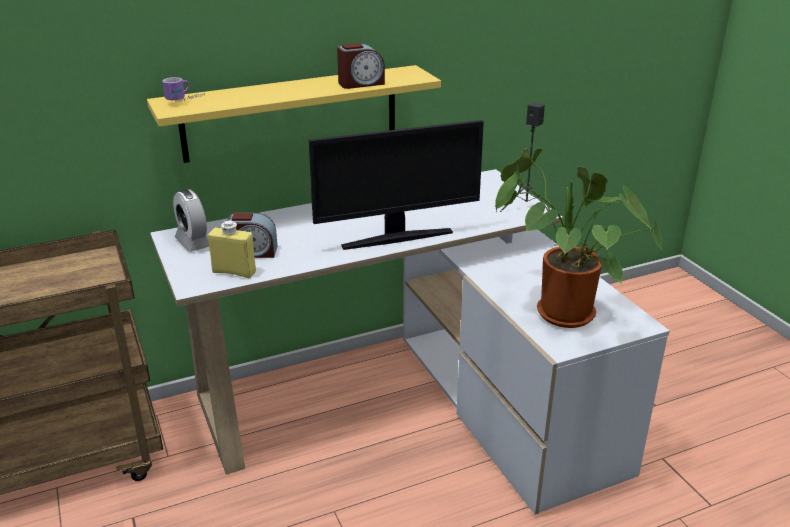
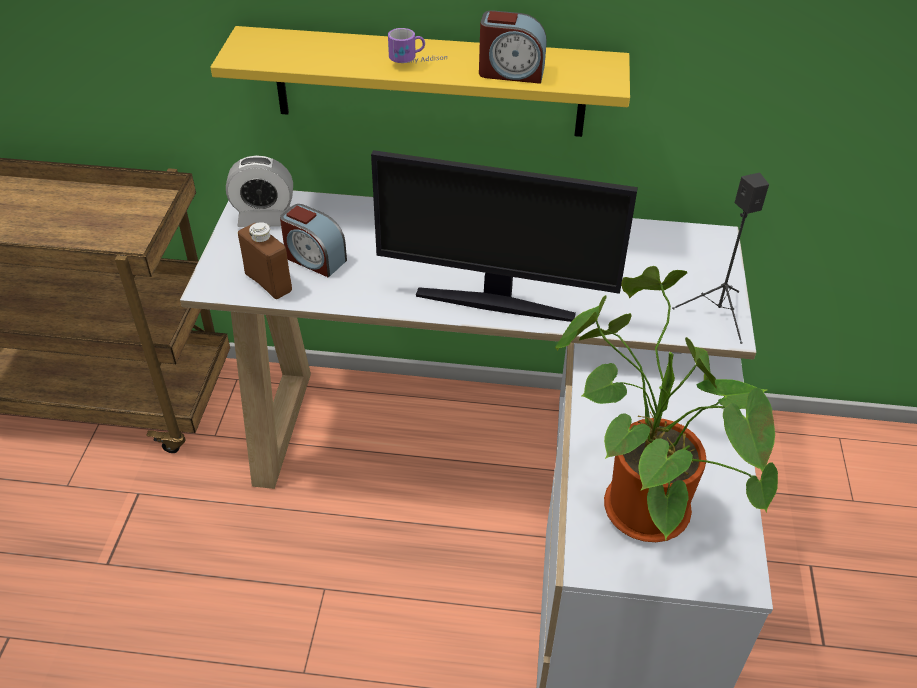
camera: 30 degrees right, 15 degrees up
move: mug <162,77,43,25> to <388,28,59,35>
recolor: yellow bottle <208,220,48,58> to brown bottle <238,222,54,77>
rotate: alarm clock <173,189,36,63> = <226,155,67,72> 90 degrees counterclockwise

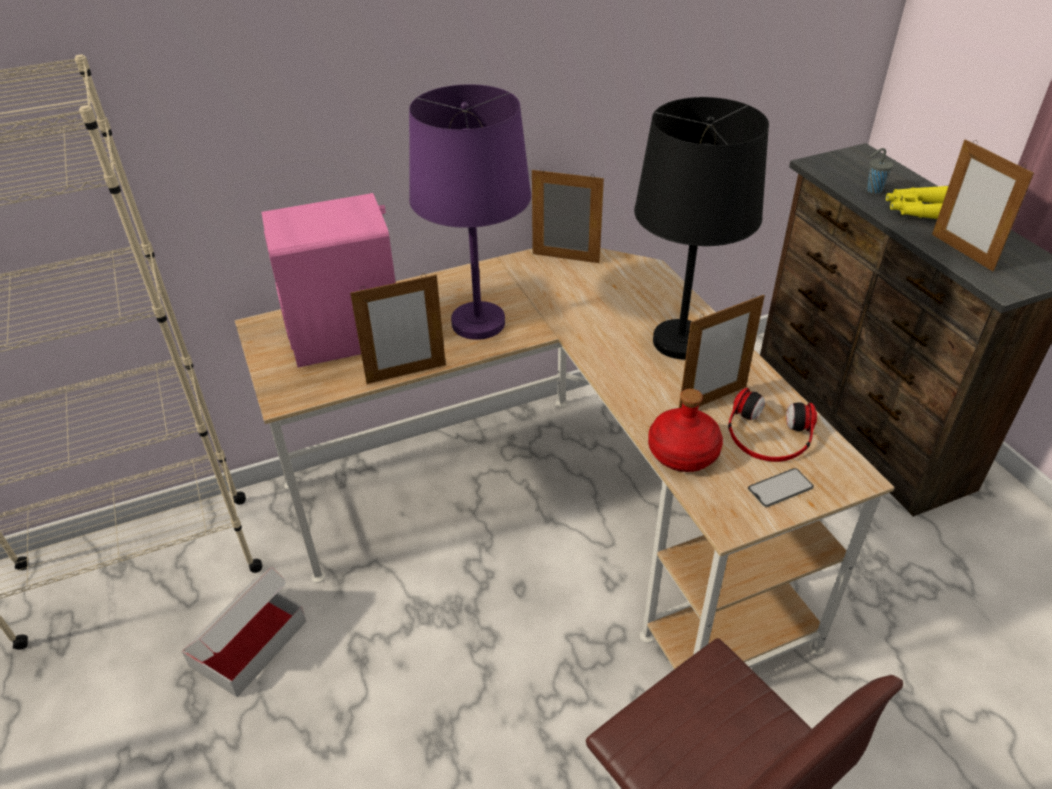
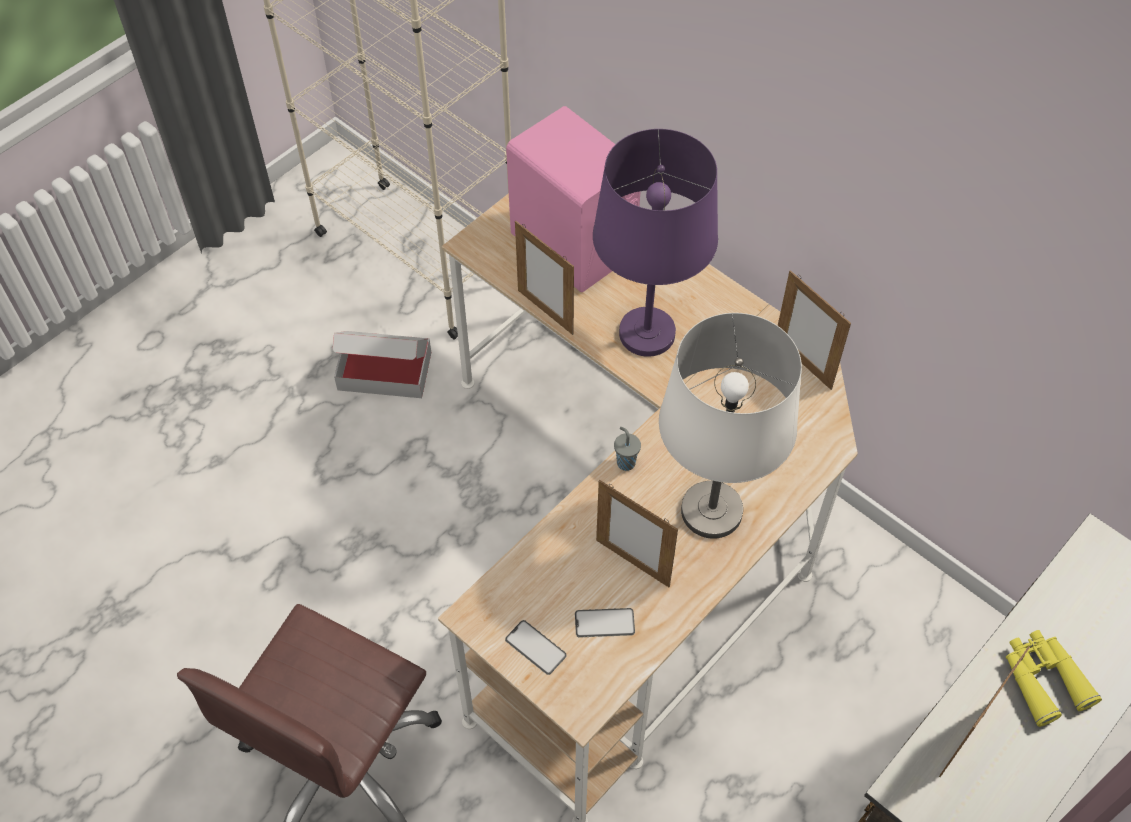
camera: 65 degrees right, 15 degrees up
delete: red bottle <648,389,75,83>
move: grey cup <867,148,26,46> to <614,427,27,44>
replace: headphones <728,388,89,74> to phone <575,608,60,30>
recolor: black table lamp <634,97,135,262> to white table lamp <659,313,143,226>
rotate: picture frame <532,168,72,95> = <778,270,73,120> 150 degrees clockwise

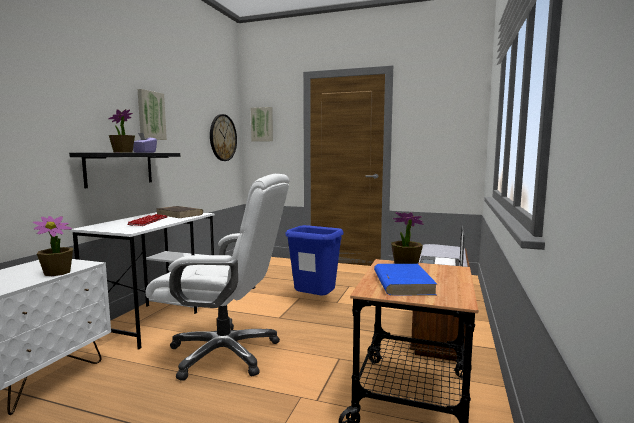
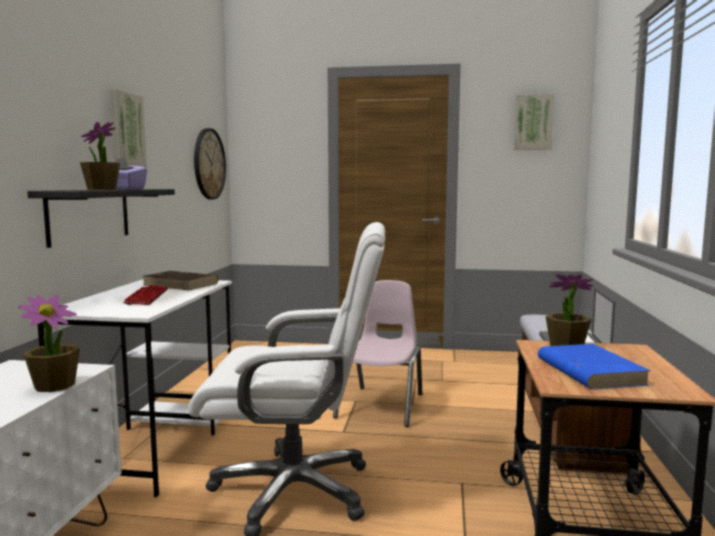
camera: 10 degrees left, 0 degrees up
move: picture <251,107,22,35> to <514,94,40,56>
replace: blue trash can <285,225,58,70> to pink chair <333,280,89,147>

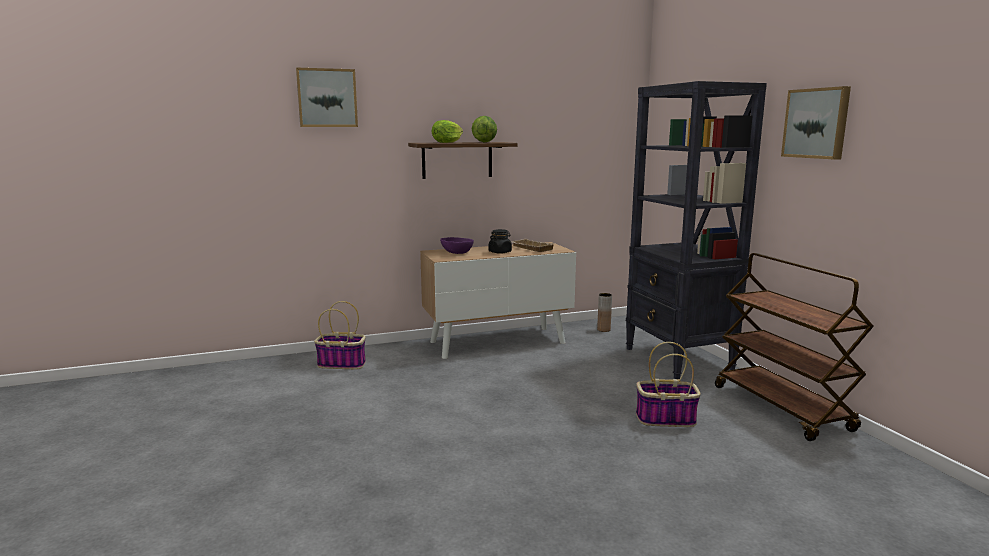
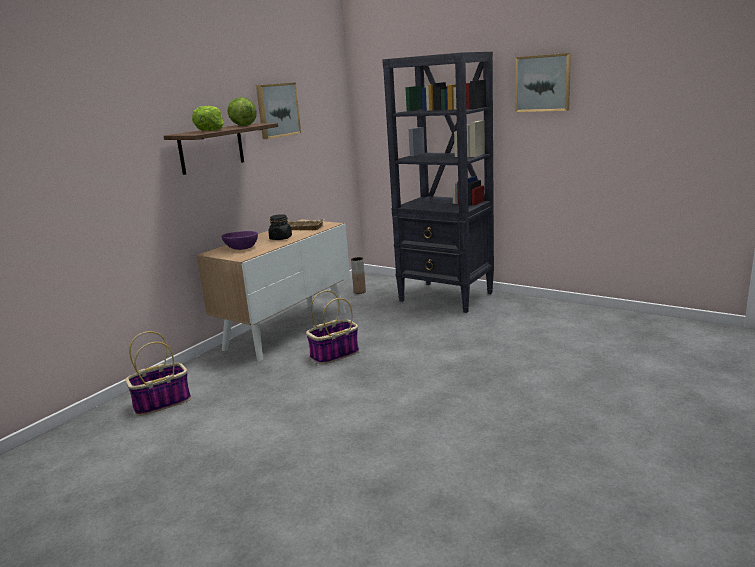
camera: 35 degrees left, 5 degrees up
delete: brown cart <715,253,159,188>
move: picture <296,67,62,60> to <256,82,45,57>; basket <636,342,65,85> to <306,290,53,74>

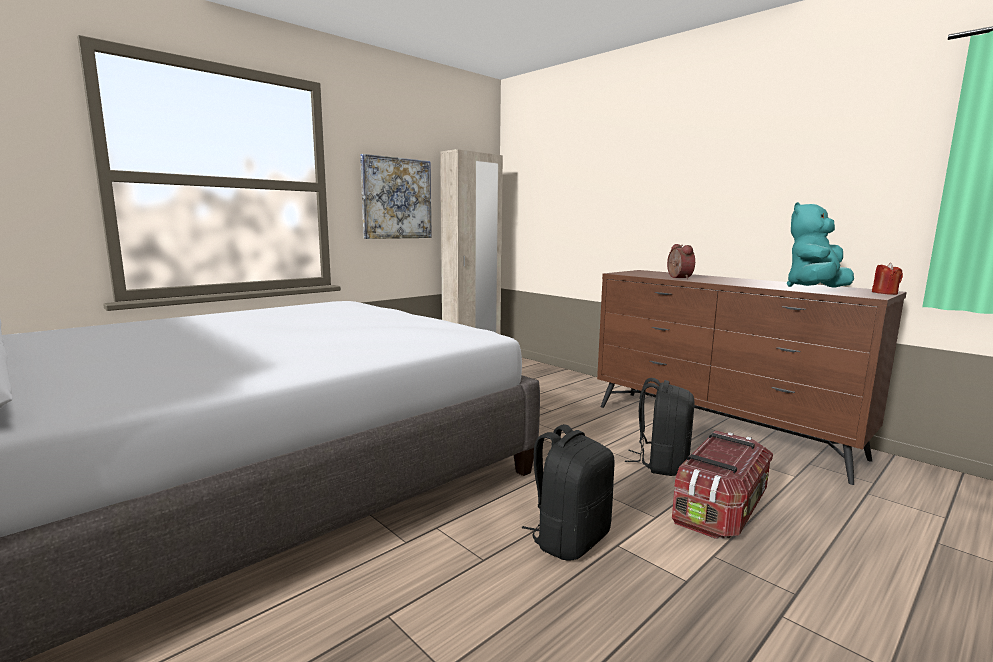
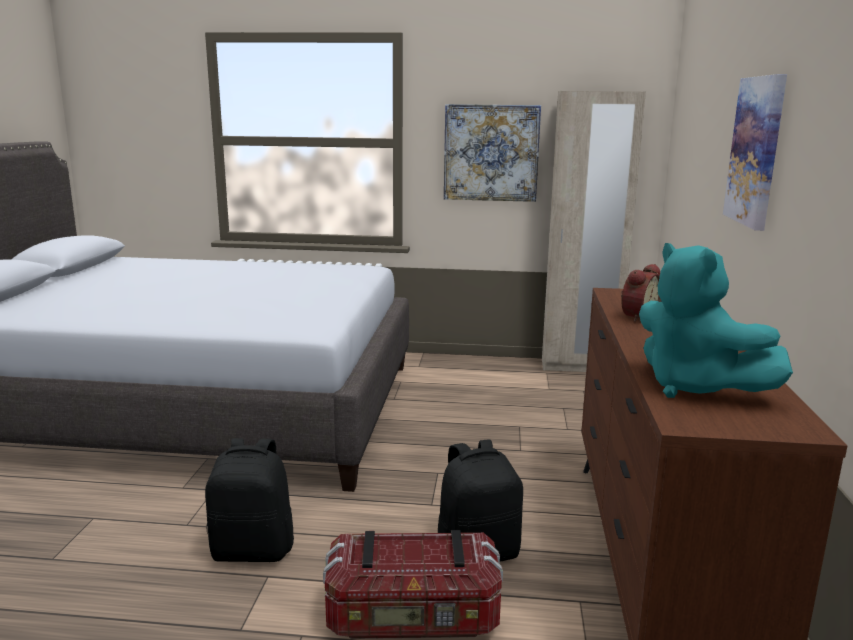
camera: 50 degrees right, 5 degrees up
delete: red candle <872,263,31,32>
insert: picture <723,74,64,157>
rotate: turquoise plush toy <787,202,67,86> = <639,243,154,155> 135 degrees counterclockwise

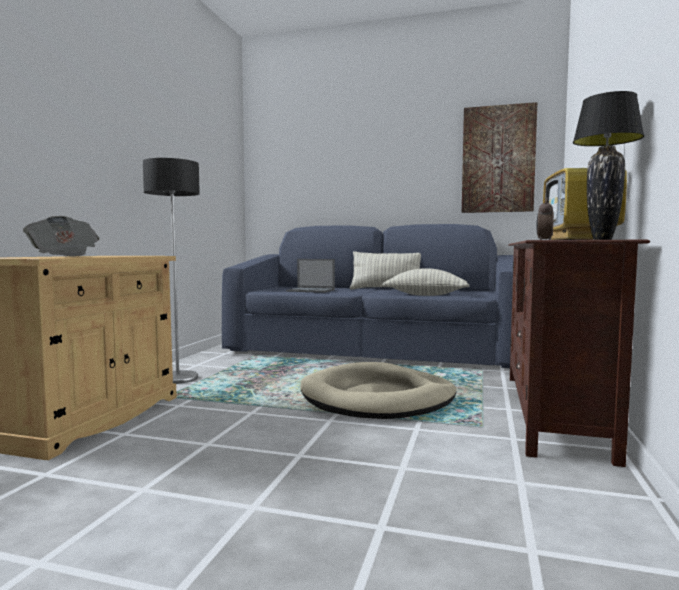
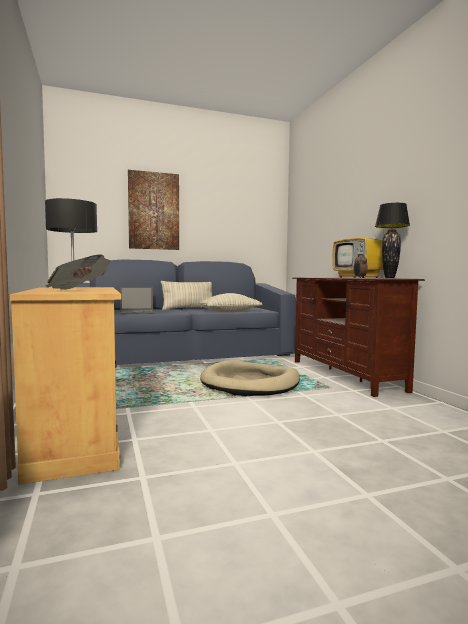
camera: 35 degrees left, 0 degrees up
move: picture <462,102,75,111> to <128,170,51,80>

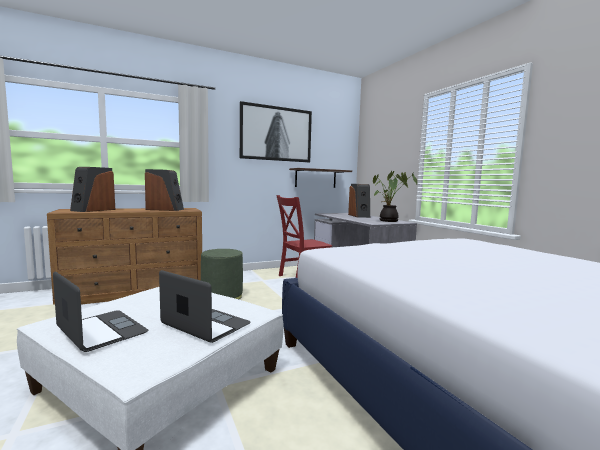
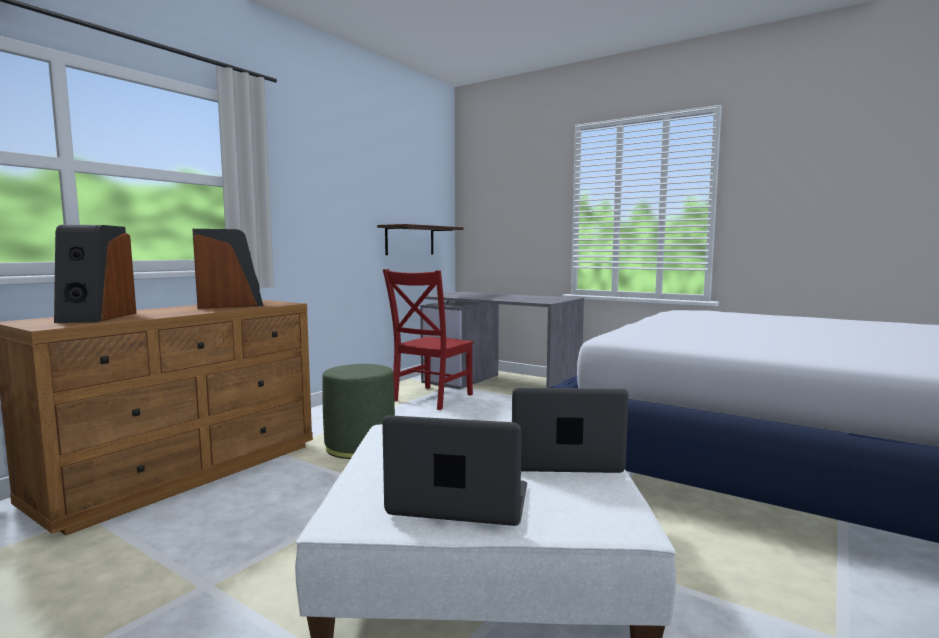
camera: 30 degrees left, 0 degrees up
delete: picture <240,101,72,61>; speaker <348,184,22,34>; potted plant <373,171,44,51>

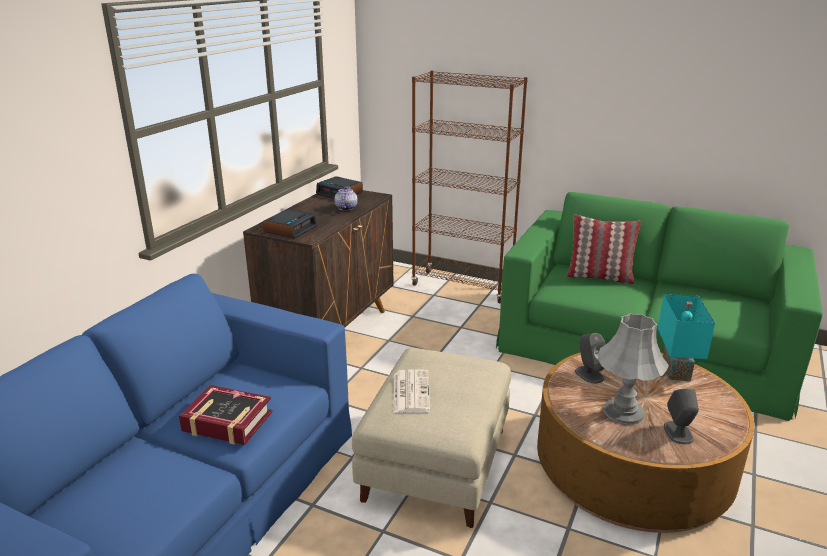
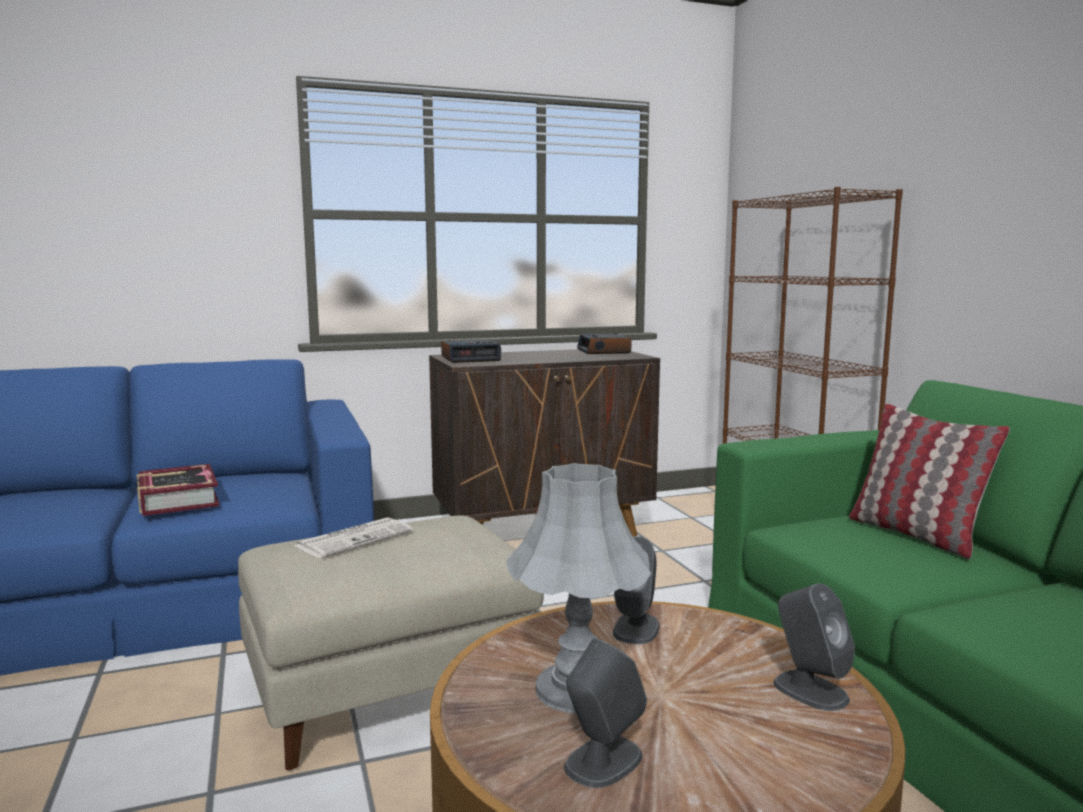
camera: 45 degrees right, 15 degrees down
delete: teapot <335,186,23,25>
replace: turquoise table lamp <658,294,57,87> to grey speaker <773,583,82,128>

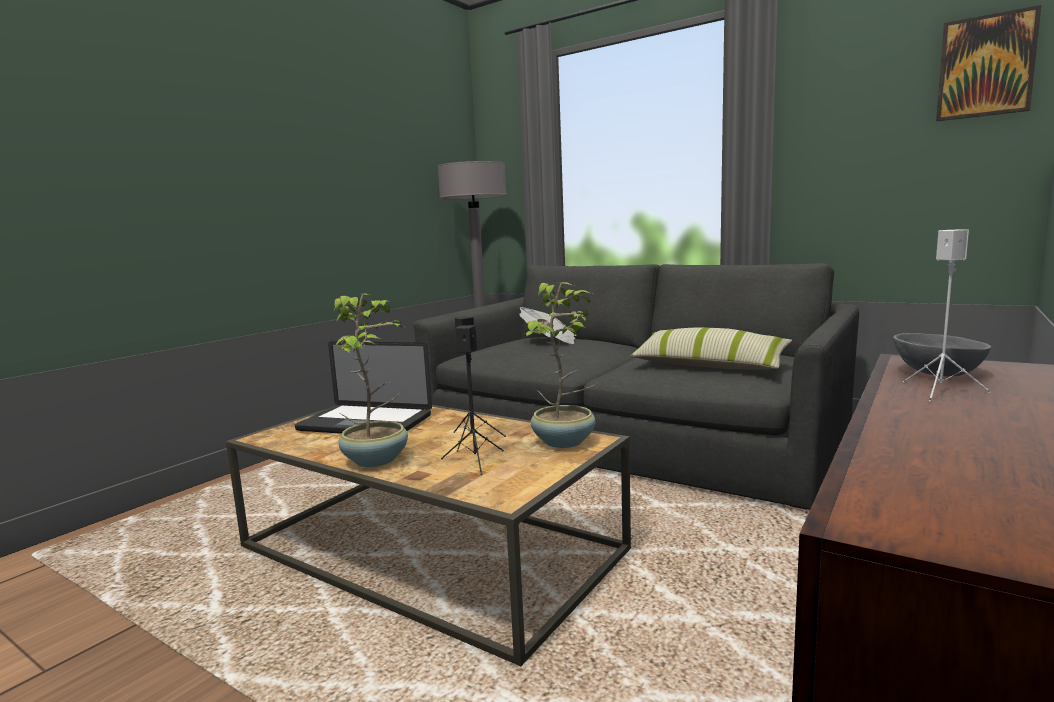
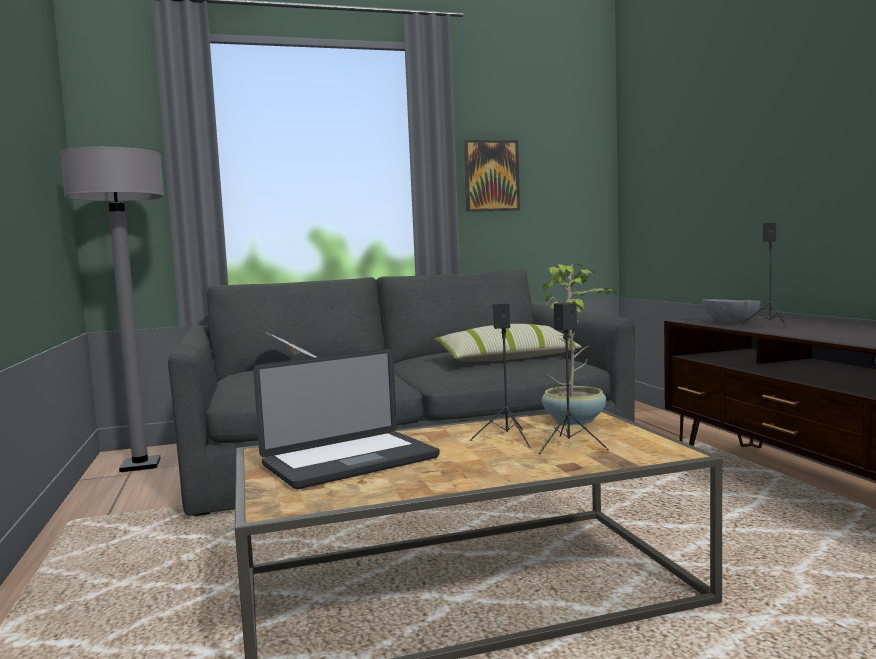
camera: 50 degrees left, 5 degrees down
delete: potted plant <333,293,75,174>
move: picture <936,5,105,116> to <463,140,57,72>
recolor: white speaker <903,229,88,173> to black speaker <739,222,49,108>

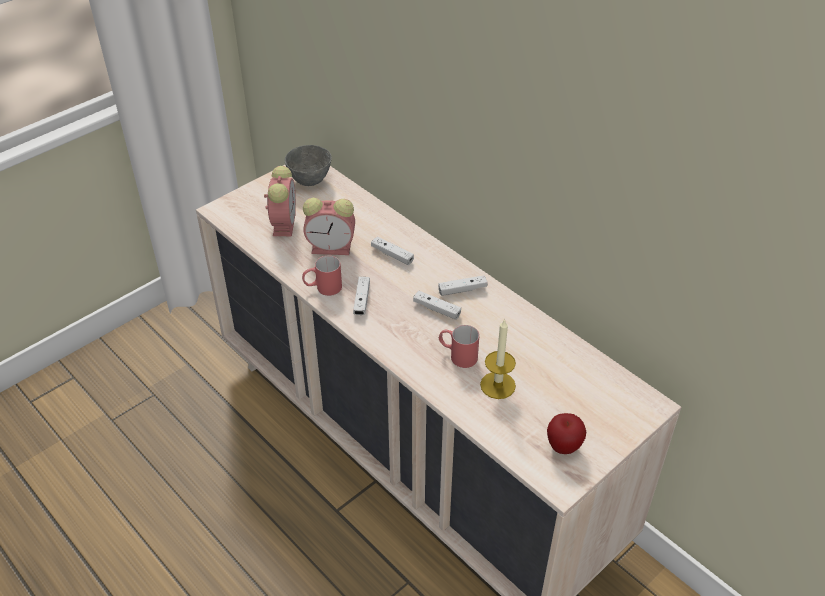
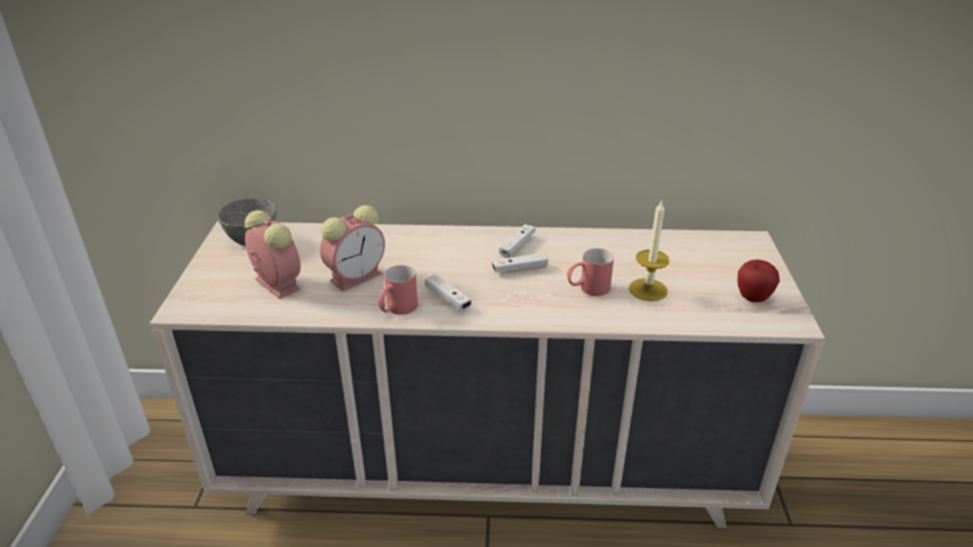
camera: 45 degrees left, 10 degrees down
delete: white game controller <371,237,43,28>

